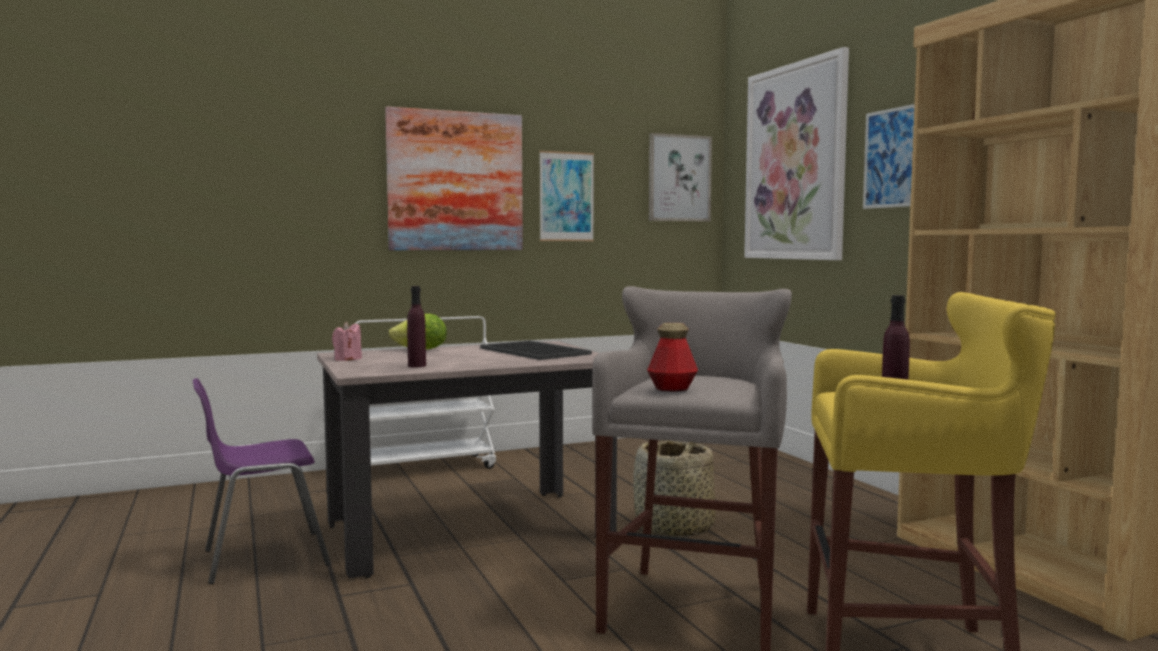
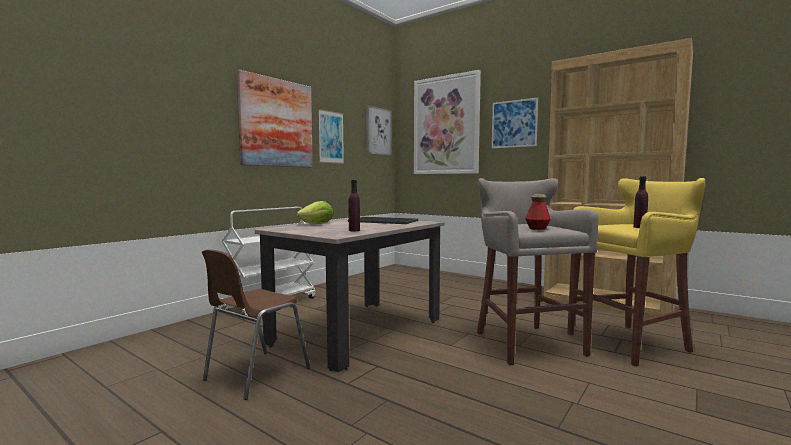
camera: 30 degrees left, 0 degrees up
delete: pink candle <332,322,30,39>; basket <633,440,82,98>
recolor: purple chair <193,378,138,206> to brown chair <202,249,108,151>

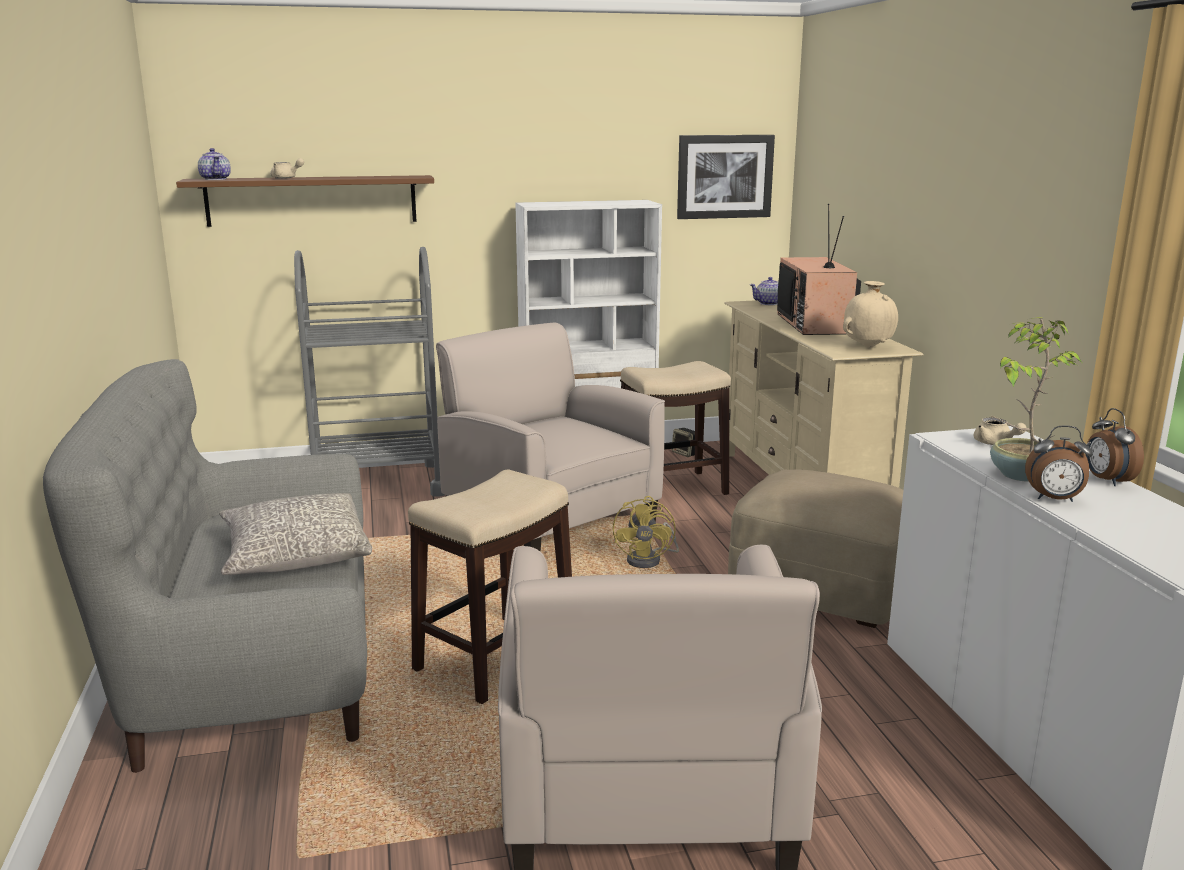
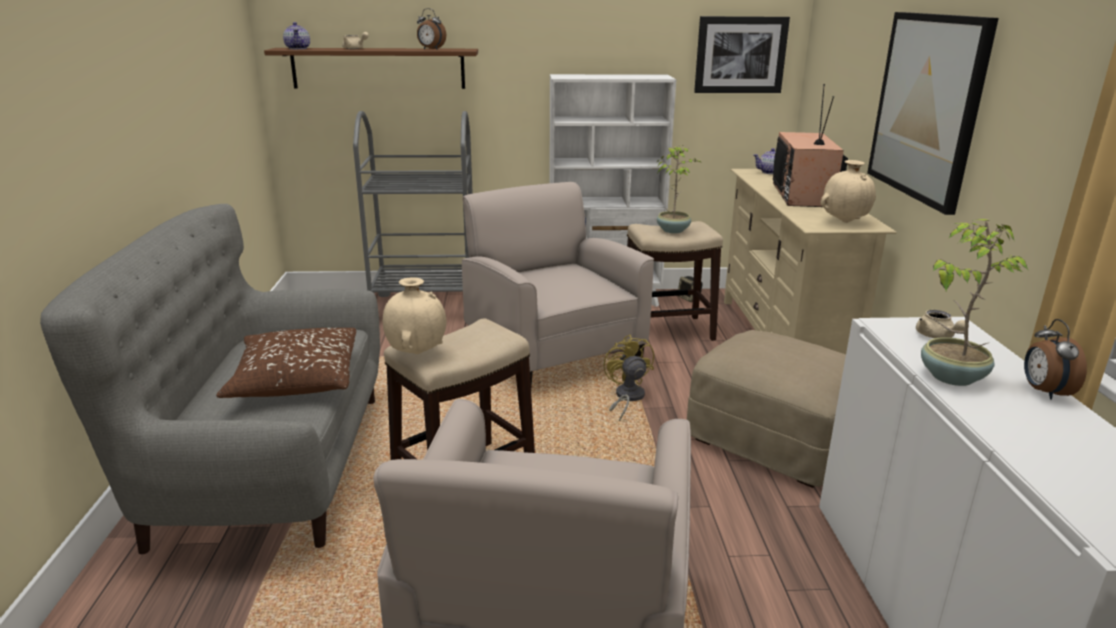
camera: 10 degrees right, 5 degrees up
insert: beige vase <383,277,63,77>; potted plant <657,145,45,88>; picture <867,12,132,203>
move: alarm clock <1025,425,68,77> to <417,8,29,42>
recolor: grey pillow <219,493,153,82> to brown pillow <216,328,140,70>
rotate: yellow fan <613,496,66,72> = <603,335,51,86> 150 degrees clockwise

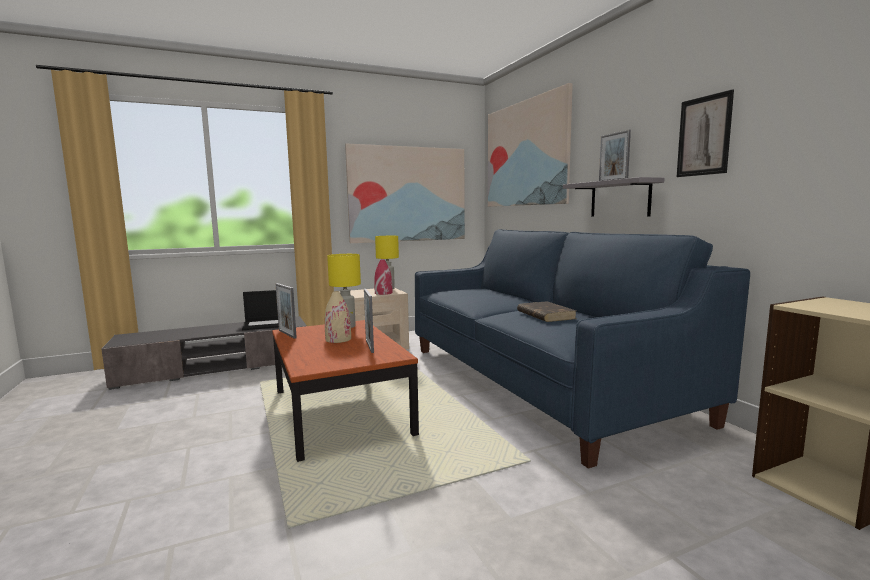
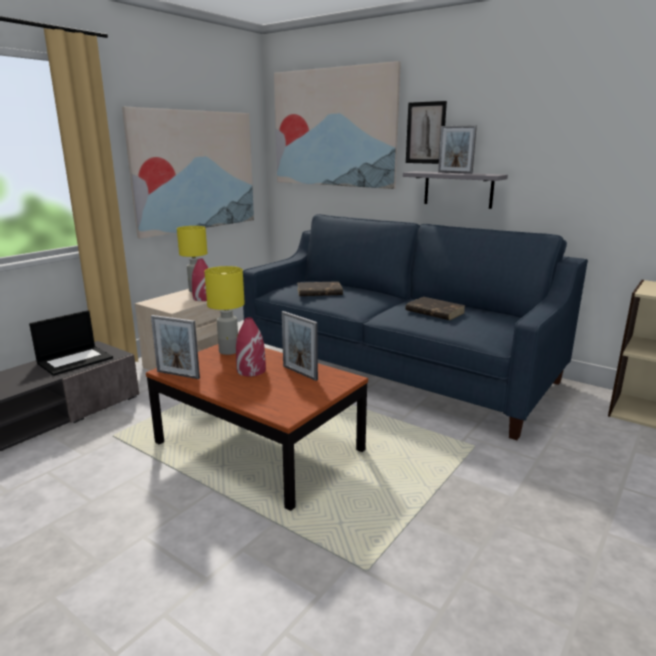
camera: 30 degrees left, 10 degrees up
insert: brown book <297,281,46,15>
move: picture <677,89,57,88> to <406,101,41,63>
recolor: beige vase <325,291,26,52> to red vase <236,317,30,59>

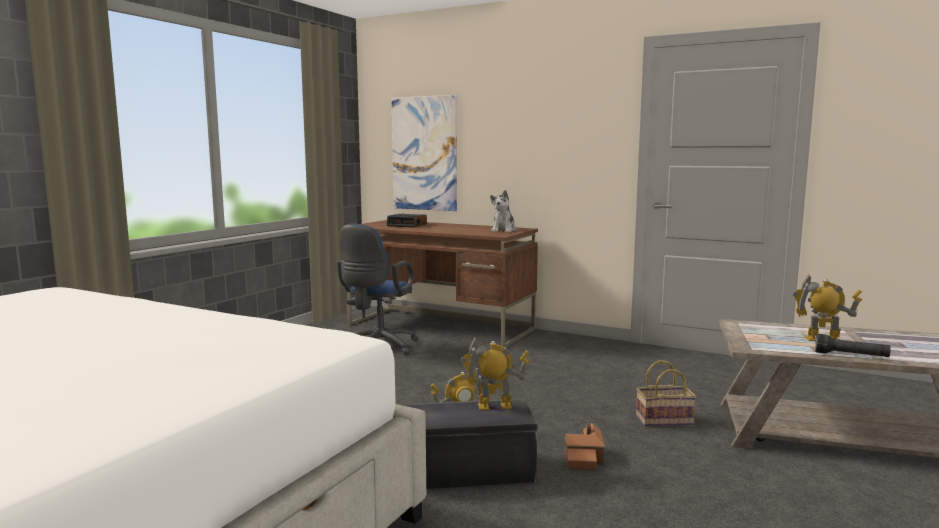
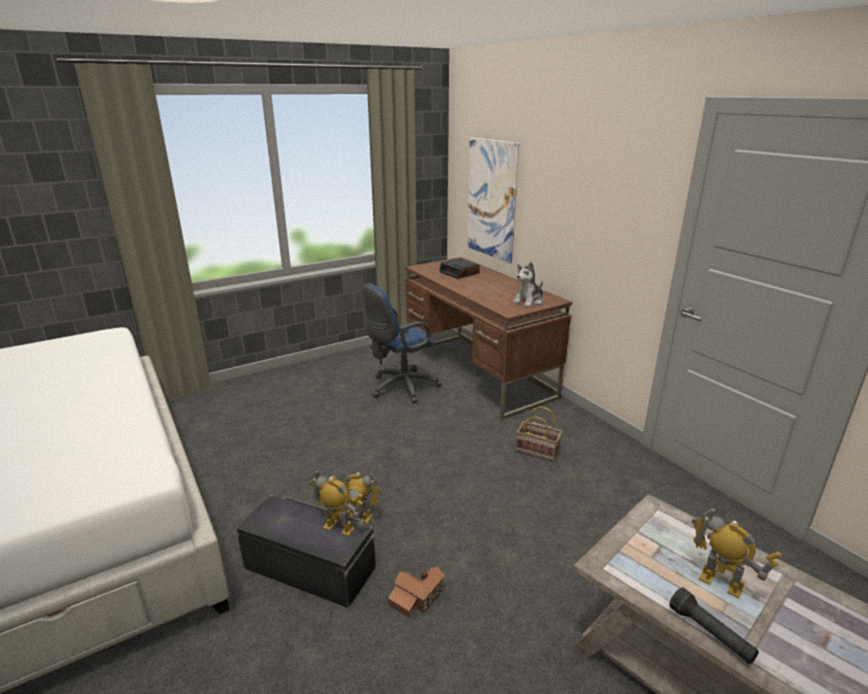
camera: 30 degrees right, 15 degrees up
move: basket <636,360,60,66> to <516,406,46,55>

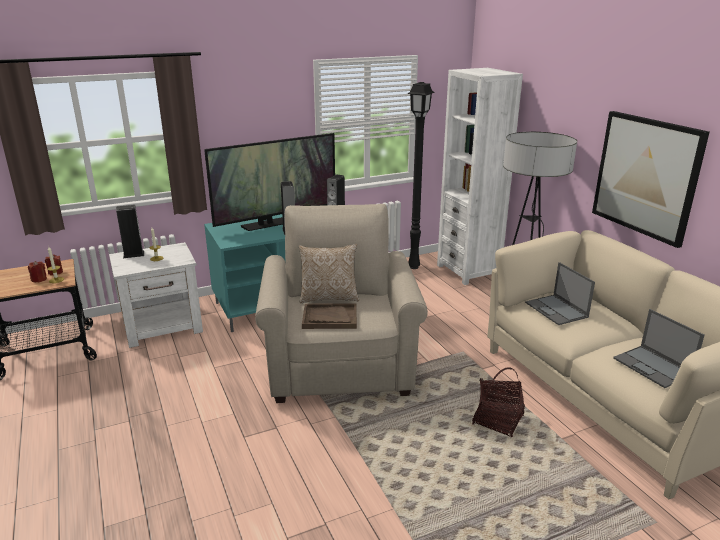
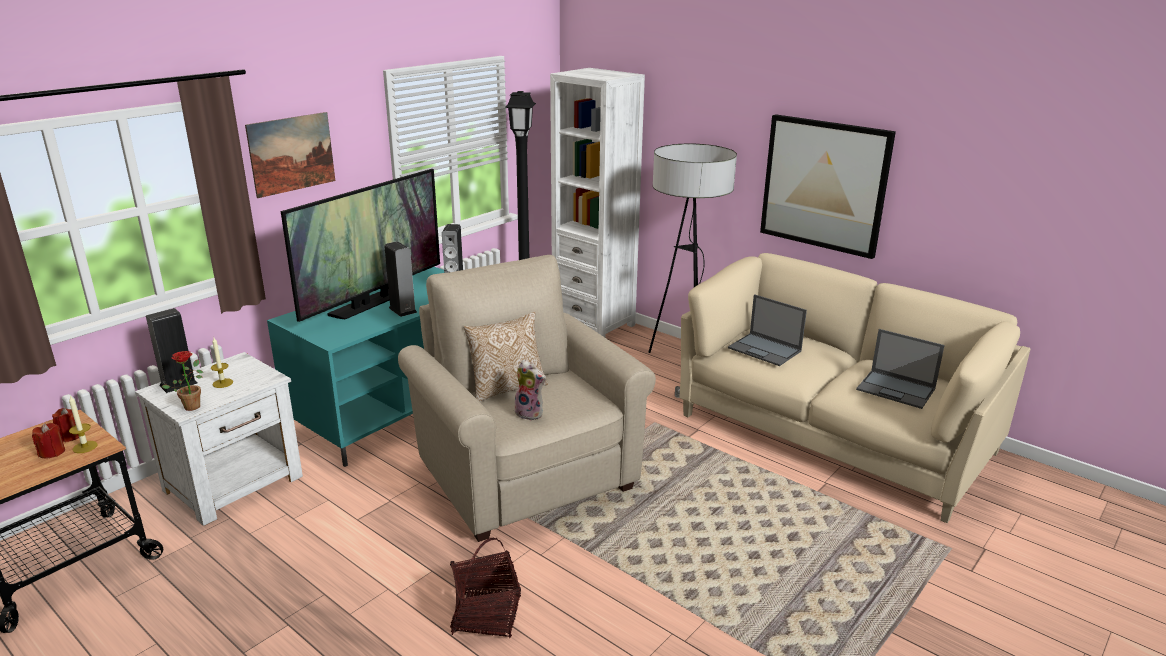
camera: 25 degrees left, 0 degrees up
insert: potted plant <161,351,42,60>; picture <245,112,90,86>
move: basket <472,367,53,71> to <450,538,71,100>
replace: brown tray <302,303,55,26> to plush toy <514,360,32,61>

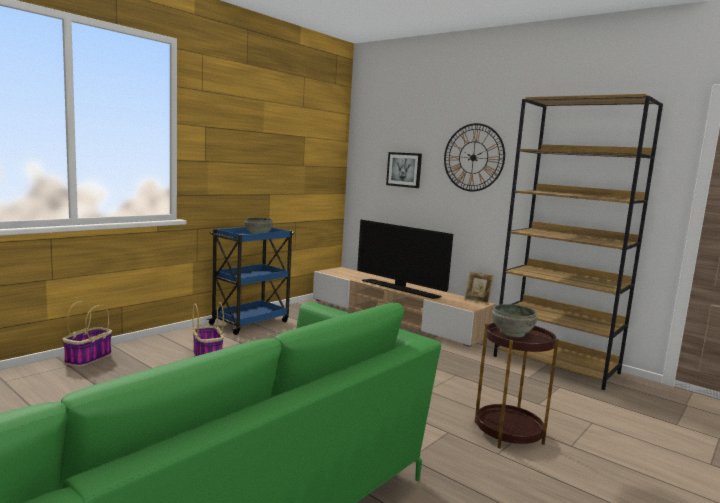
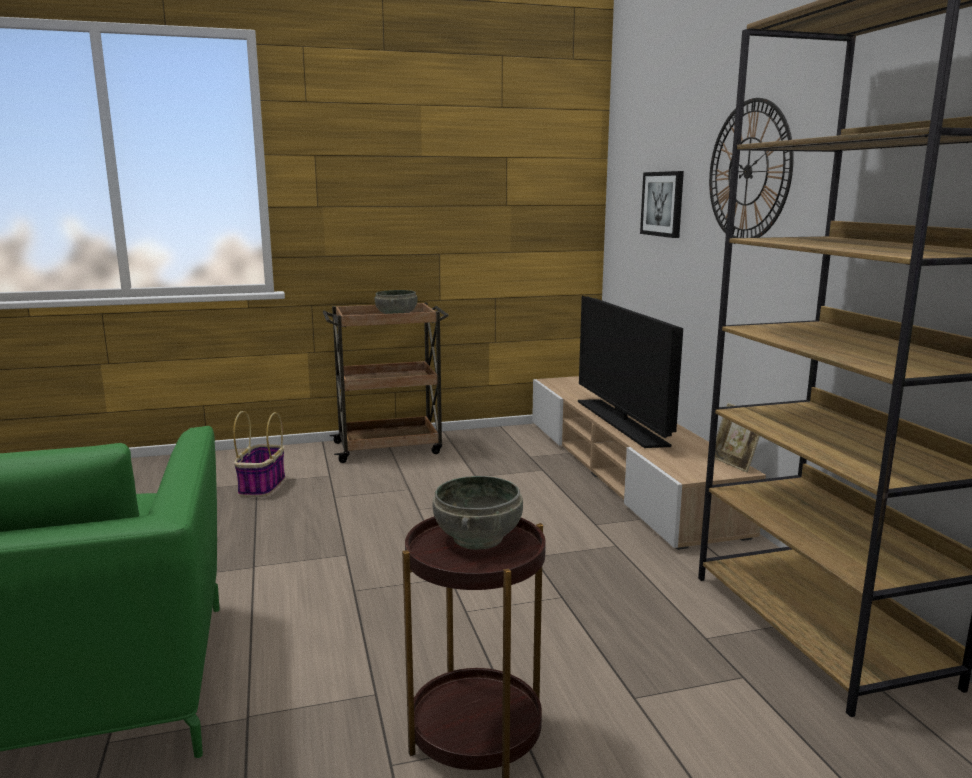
camera: 35 degrees right, 5 degrees up
delete: basket <62,301,50,66>
recolor: blue cart <207,227,88,108> to brown cart <323,303,126,160>

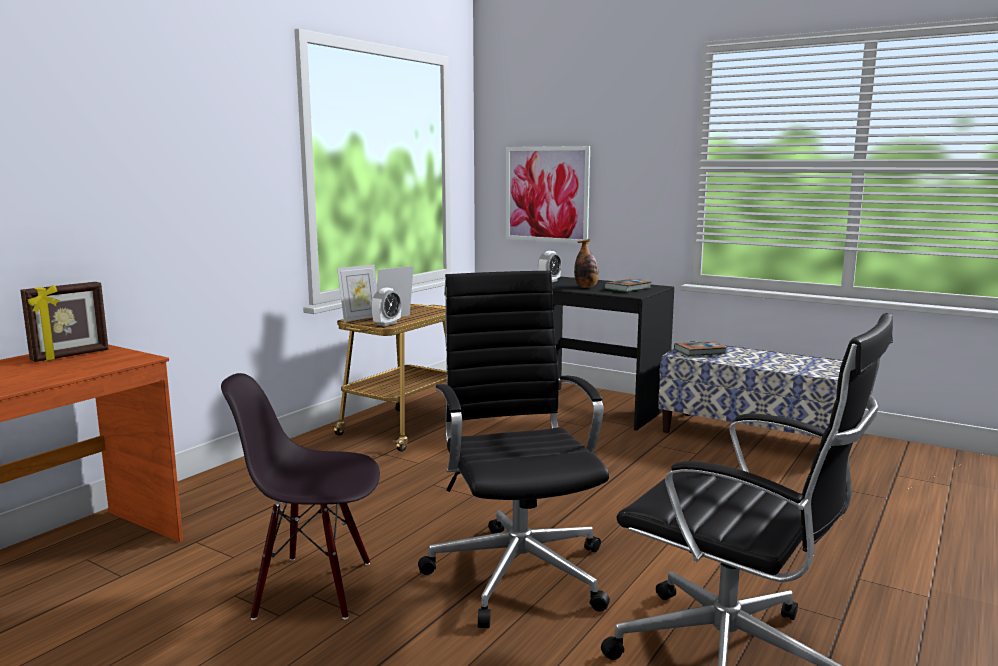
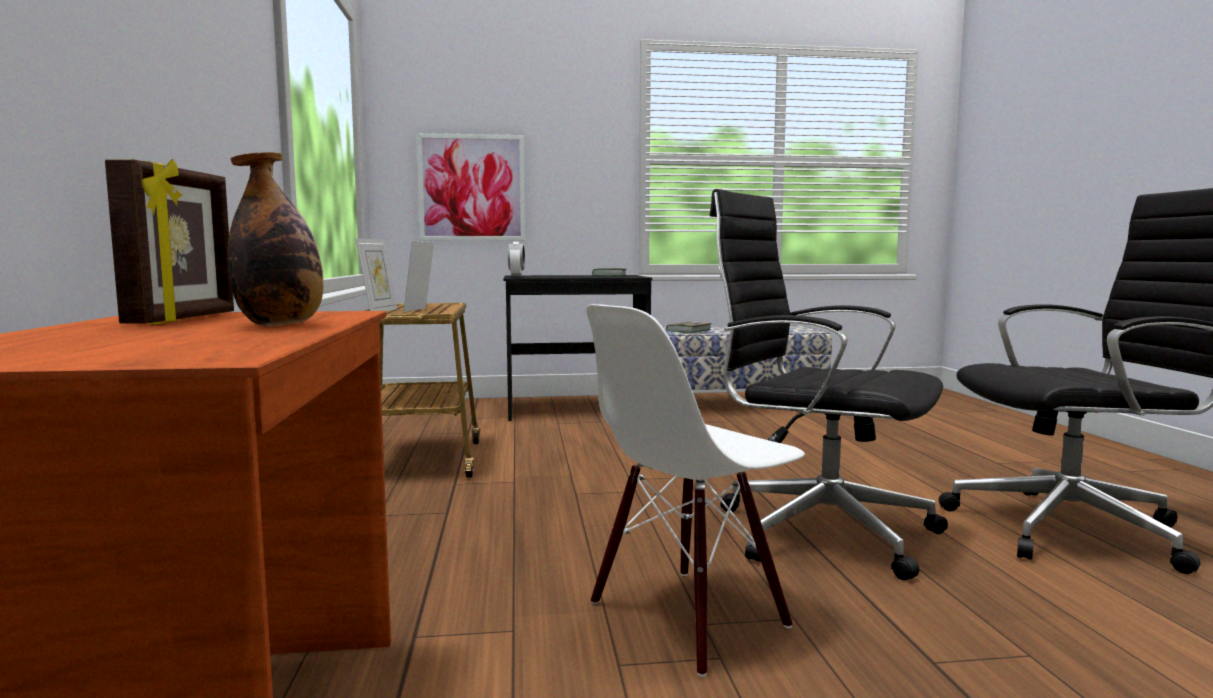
camera: 40 degrees left, 5 degrees down
delete: alarm clock <372,288,29,38>
move: bottle <574,239,25,49> to <228,152,95,174>
recolor: black chair <221,373,159,247> to white chair <586,304,219,373>

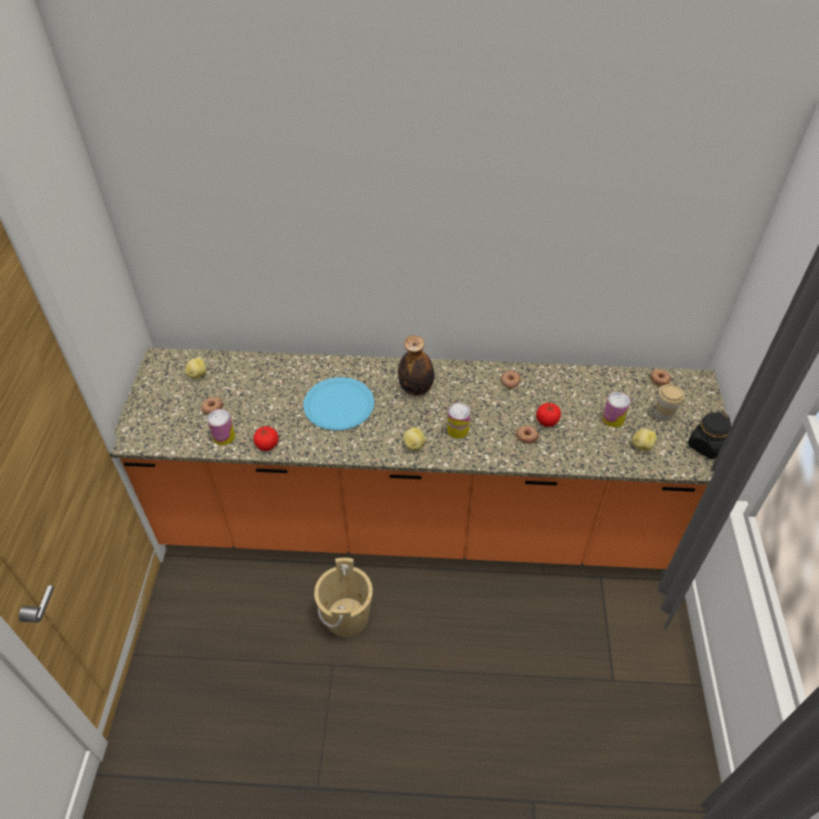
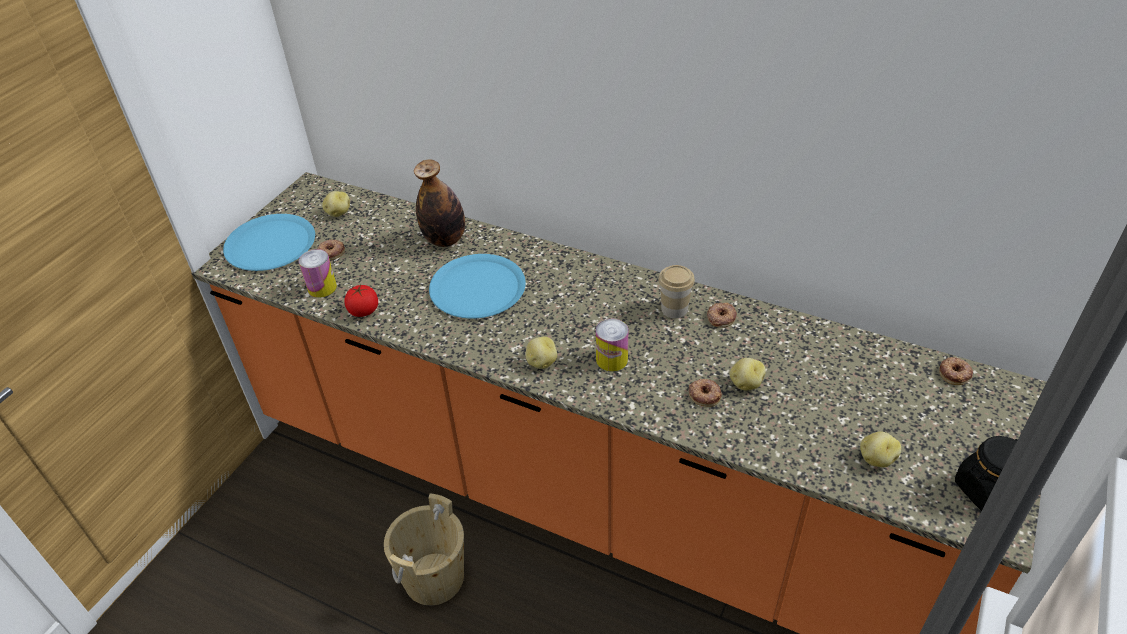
camera: 25 degrees right, 5 degrees down
delete: can <602,392,28,36>
insert: blue plate <223,214,92,57>
move: bottle <398,335,36,61> to <414,160,51,87>; cup <654,384,30,37> to <658,265,37,53>
replace: tomato <536,403,25,24> to potato <730,358,36,32>

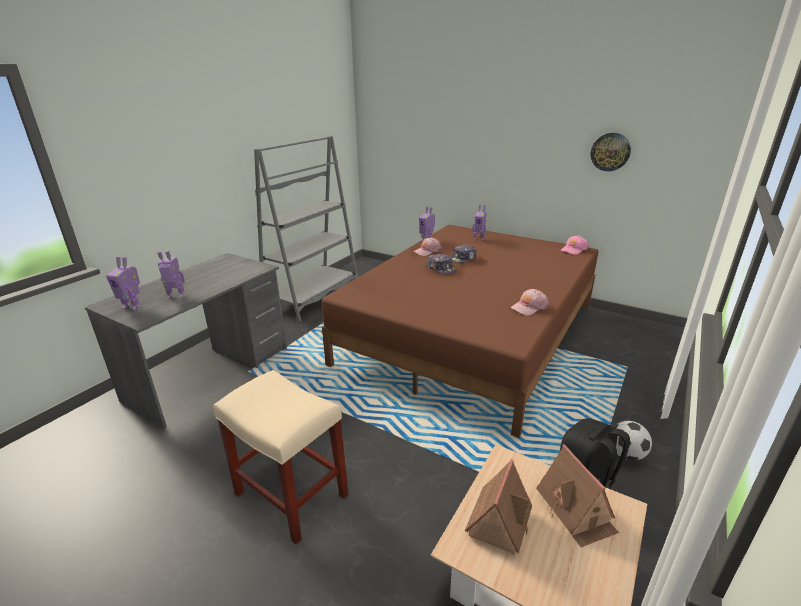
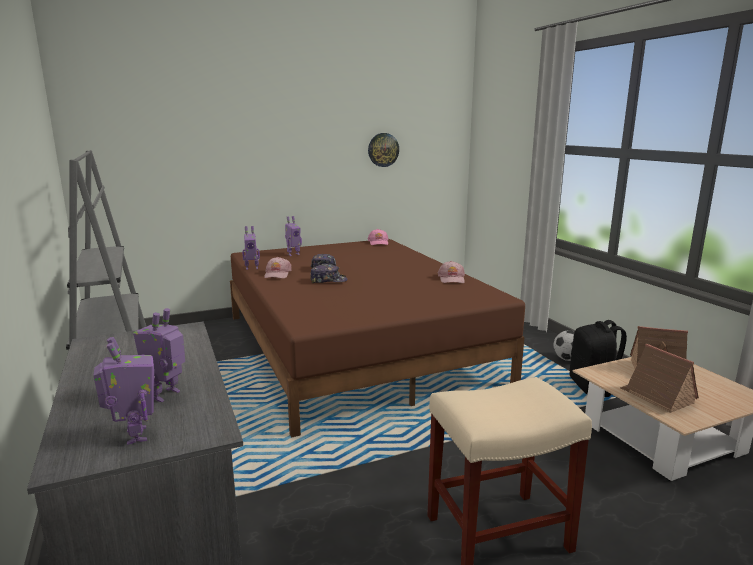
camera: 55 degrees left, 10 degrees down
rotate: toy robot <106,257,34,53> = <93,337,62,108> 75 degrees counterclockwise

